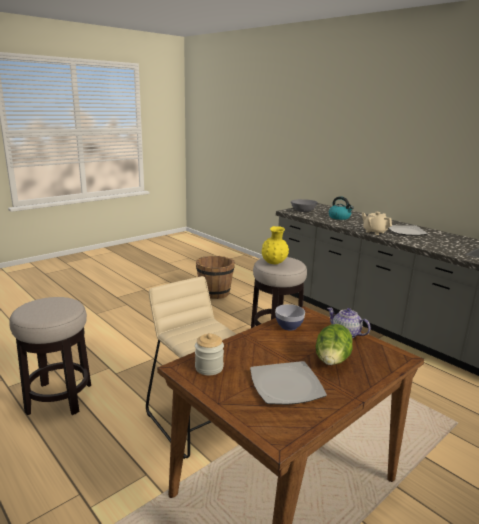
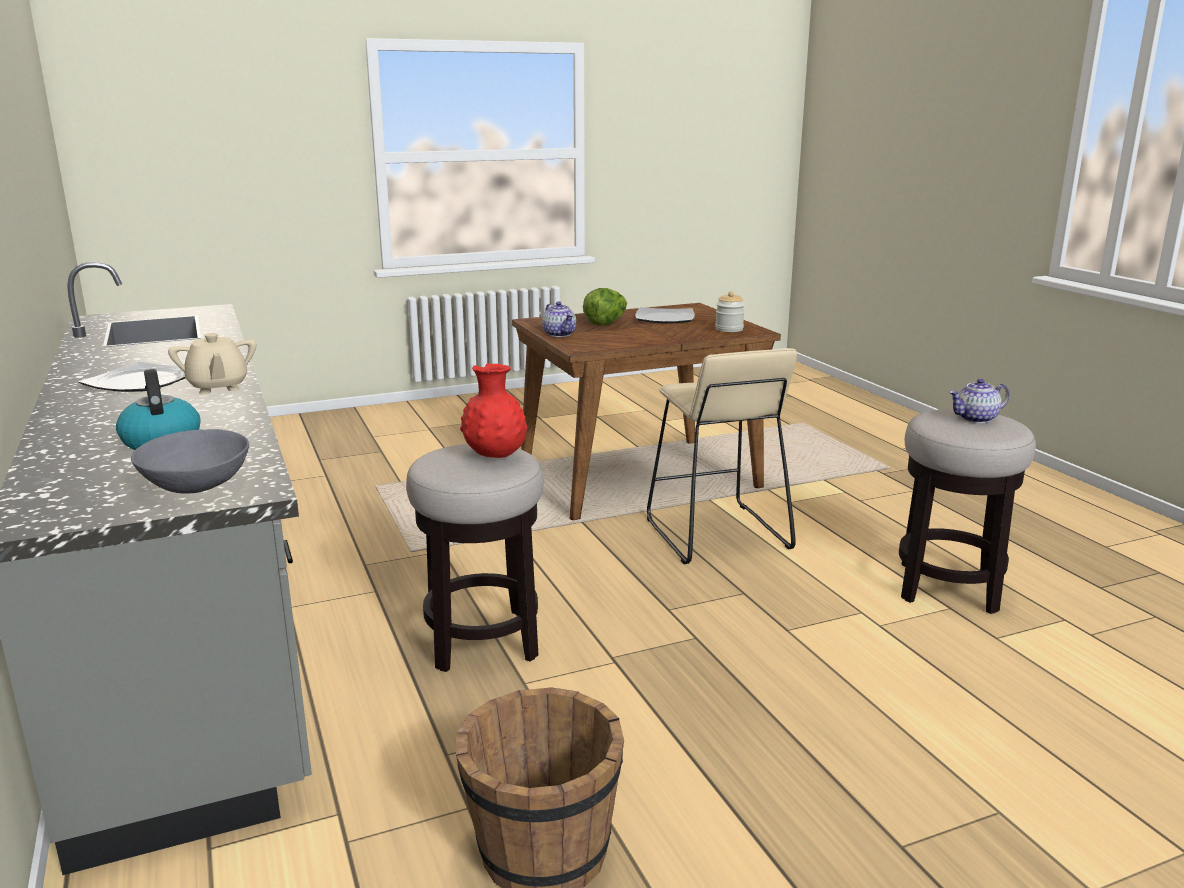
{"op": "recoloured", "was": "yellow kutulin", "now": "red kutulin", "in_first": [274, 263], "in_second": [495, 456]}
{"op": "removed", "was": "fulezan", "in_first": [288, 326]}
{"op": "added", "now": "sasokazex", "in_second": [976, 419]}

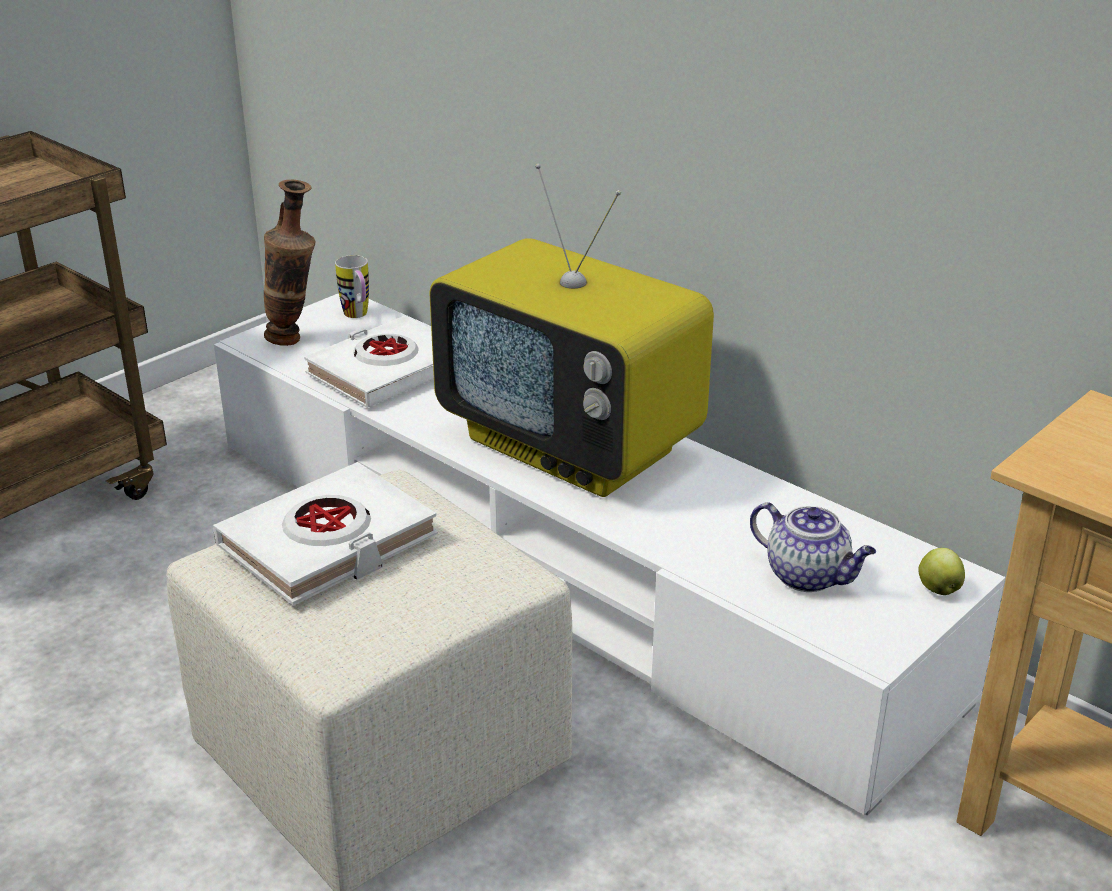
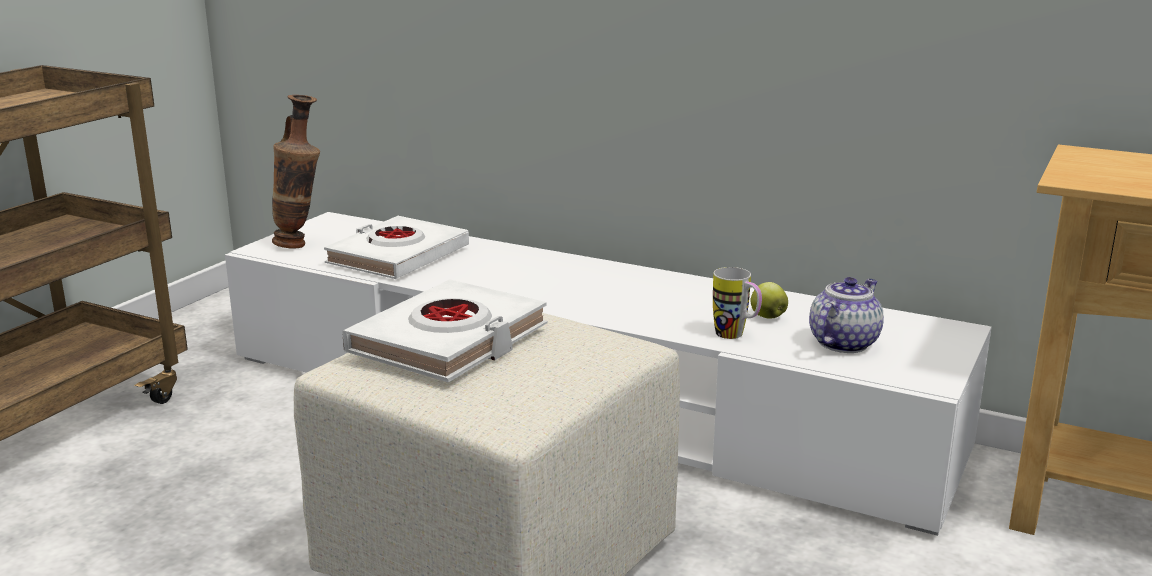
{"op": "moved", "was": "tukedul", "in_first": [358, 316], "in_second": [736, 336]}
{"op": "removed", "was": "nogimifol", "in_first": [573, 446]}
{"op": "turned", "was": "sasokazex", "in_first": [808, 576], "in_second": [843, 343], "clockwise": -75}
{"op": "moved", "was": "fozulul", "in_first": [938, 589], "in_second": [767, 317]}

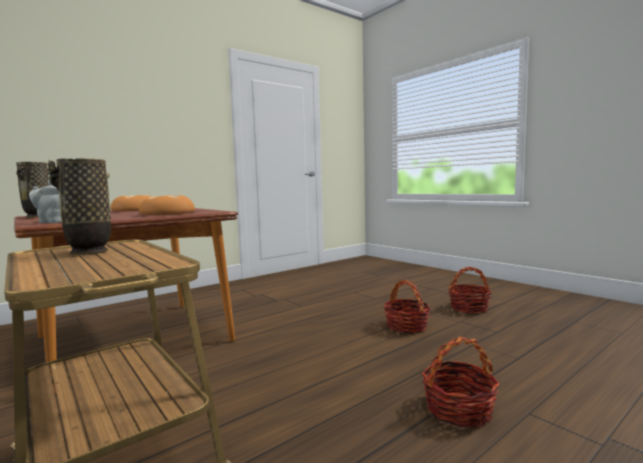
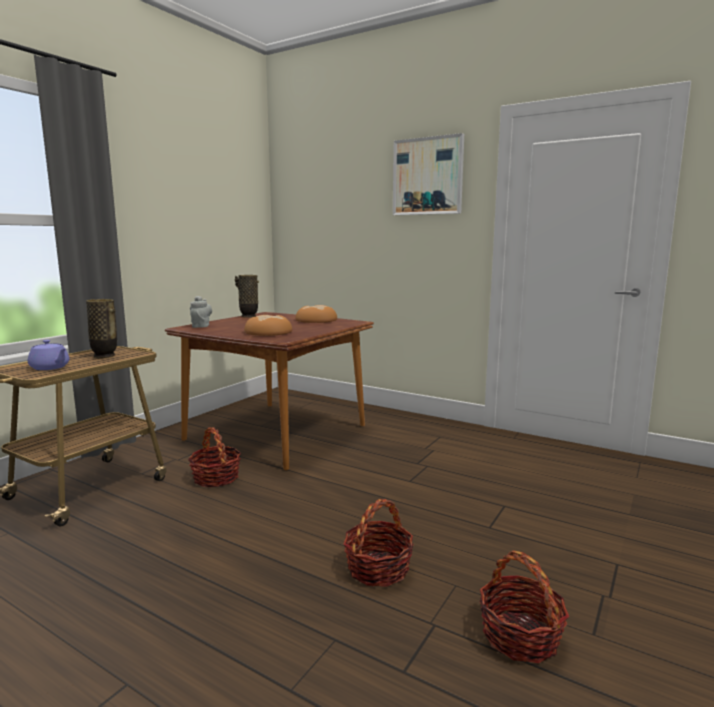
{"op": "moved", "was": "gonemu", "in_first": [458, 409], "in_second": [216, 478]}
{"op": "added", "now": "purple sasokazex", "in_second": [50, 368]}
{"op": "added", "now": "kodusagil", "in_second": [428, 176]}

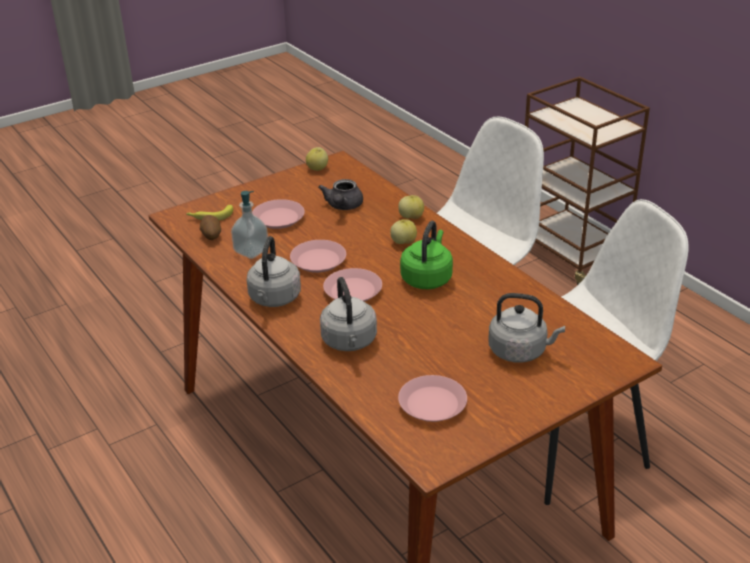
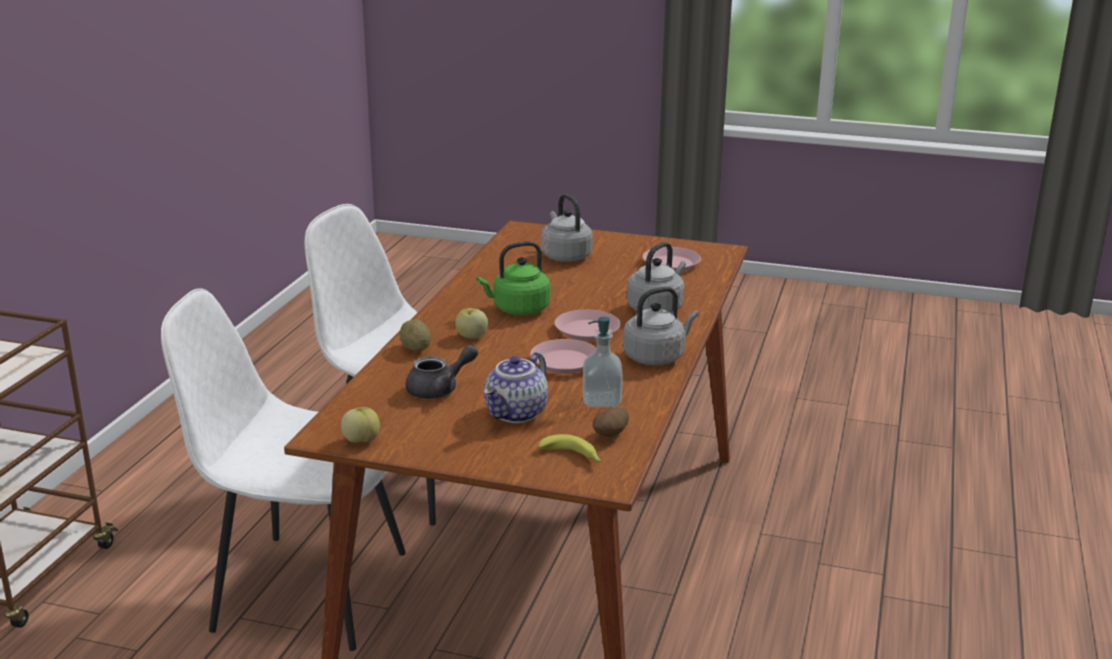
{"op": "replaced", "was": "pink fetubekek", "now": "sasokazex", "in_first": [278, 218], "in_second": [517, 414]}
{"op": "replaced", "was": "fozulul", "now": "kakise", "in_first": [411, 217], "in_second": [415, 348]}

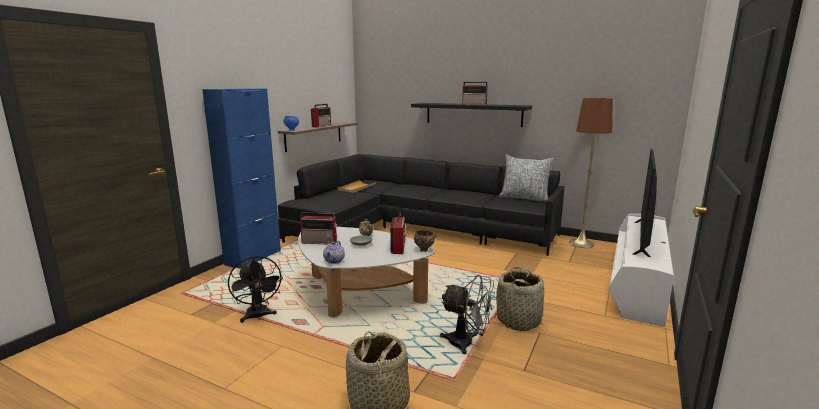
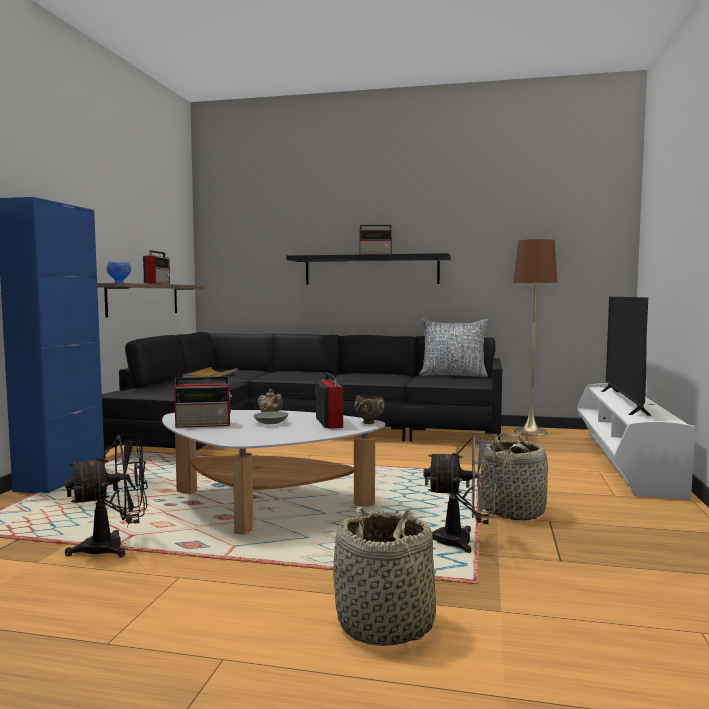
{"op": "turned", "was": "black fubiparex", "in_first": [258, 316], "in_second": [114, 547], "clockwise": -75}
{"op": "removed", "was": "sasokazex", "in_first": [334, 261]}

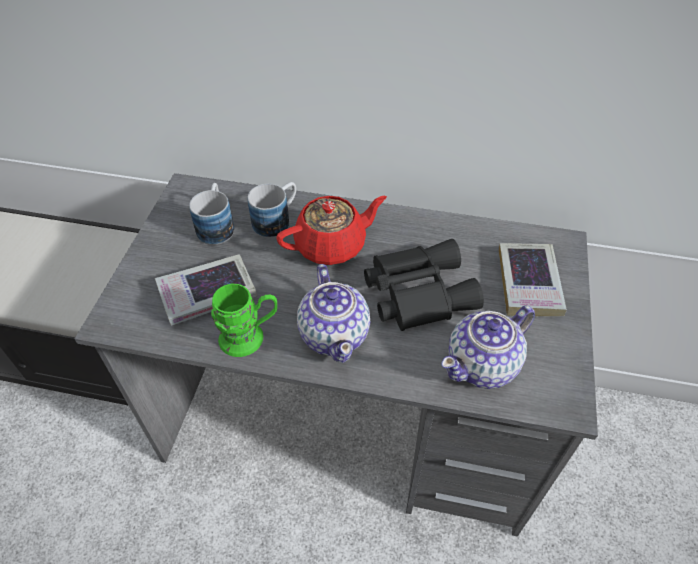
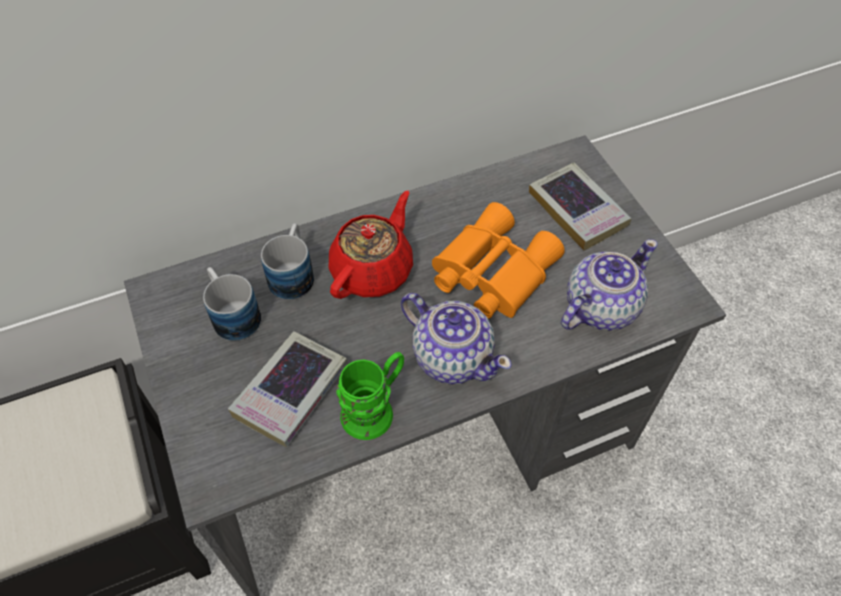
{"op": "recoloured", "was": "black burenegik", "now": "orange burenegik", "in_first": [416, 291], "in_second": [490, 271]}
{"op": "turned", "was": "sasokazex", "in_first": [483, 364], "in_second": [599, 307], "clockwise": -150}

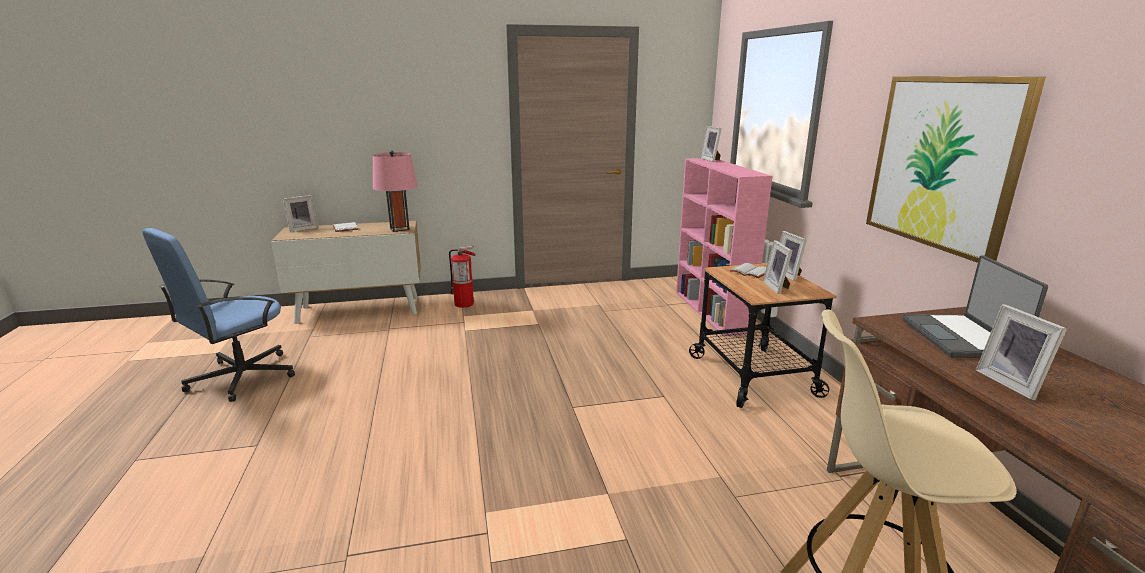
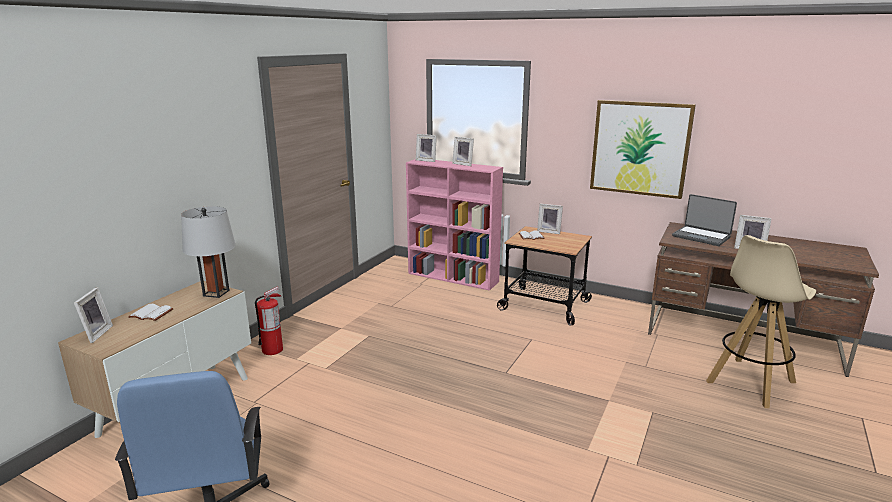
{"op": "recoloured", "was": "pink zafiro", "now": "grey zafiro", "in_first": [399, 229], "in_second": [216, 293]}
{"op": "moved", "was": "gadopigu", "in_first": [777, 287], "in_second": [464, 164]}

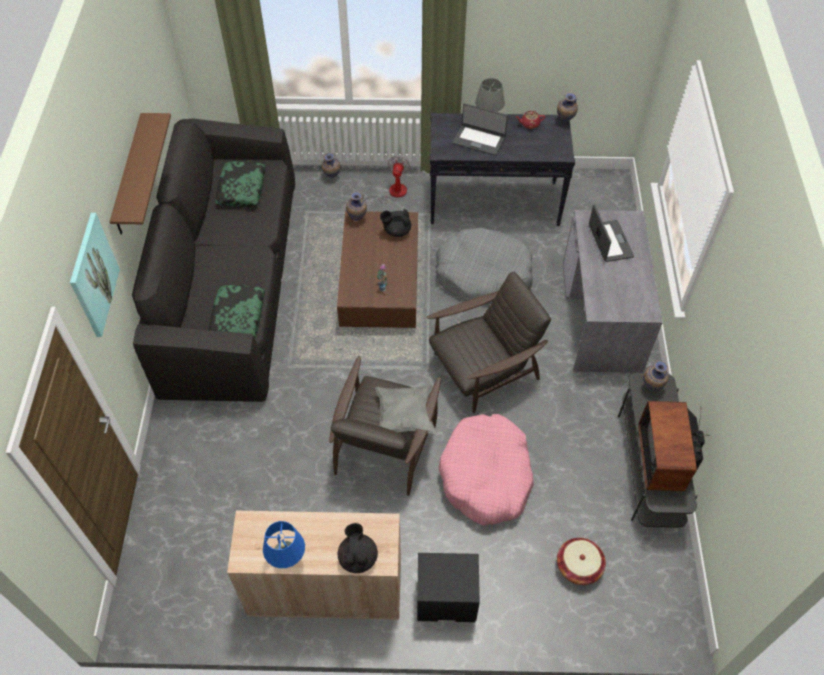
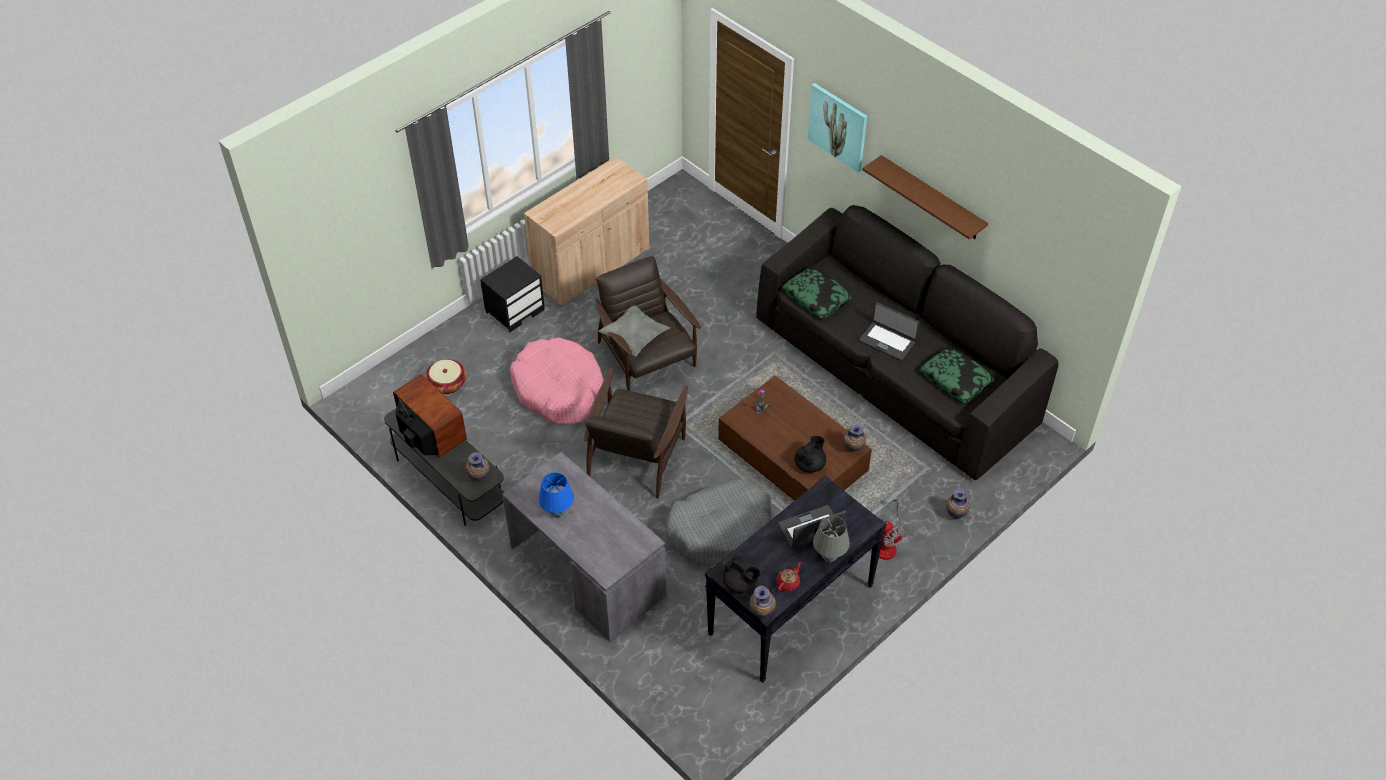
{"op": "moved", "was": "blue zafiro", "in_first": [288, 559], "in_second": [557, 513]}
{"op": "moved", "was": "black sasokazex", "in_first": [358, 557], "in_second": [740, 583]}
{"op": "moved", "was": "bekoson", "in_first": [609, 241], "in_second": [887, 341]}

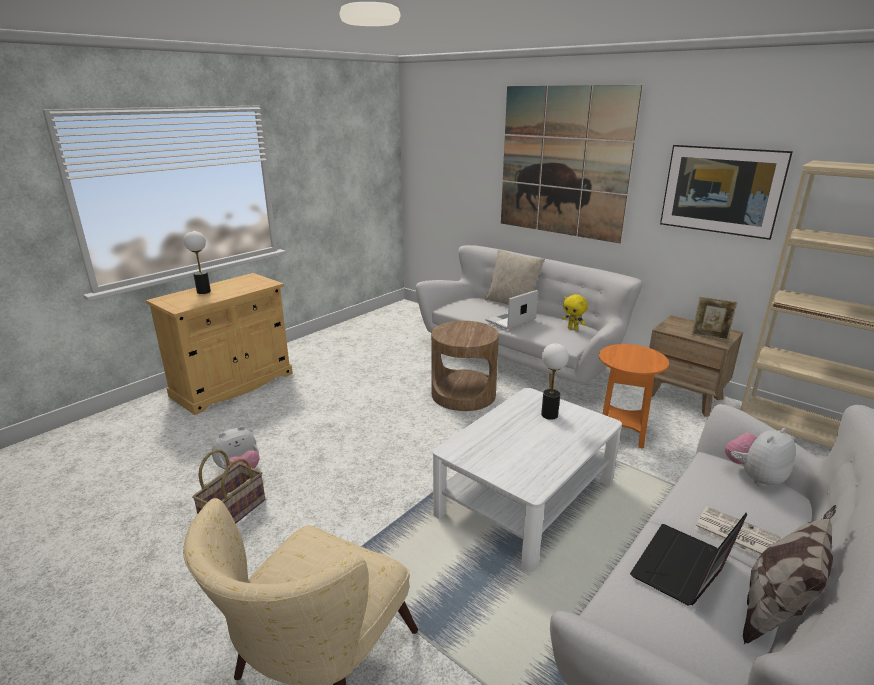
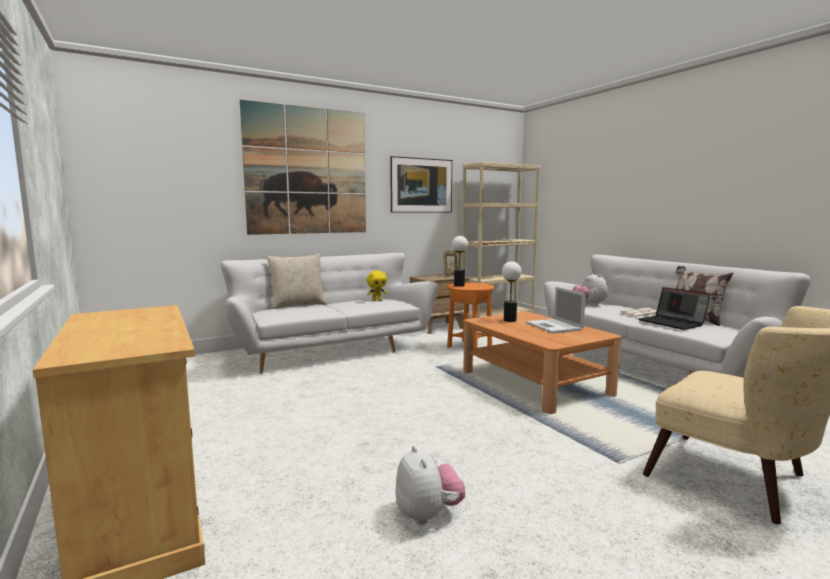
{"op": "moved", "was": "zafiro", "in_first": [204, 292], "in_second": [459, 285]}
{"op": "removed", "was": "gonemu", "in_first": [233, 511]}
{"op": "removed", "was": "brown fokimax", "in_first": [463, 394]}
{"op": "recoloured", "was": "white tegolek", "now": "brown tegolek", "in_first": [526, 497], "in_second": [535, 383]}
{"op": "moved", "was": "bekoson", "in_first": [510, 320], "in_second": [554, 326]}

